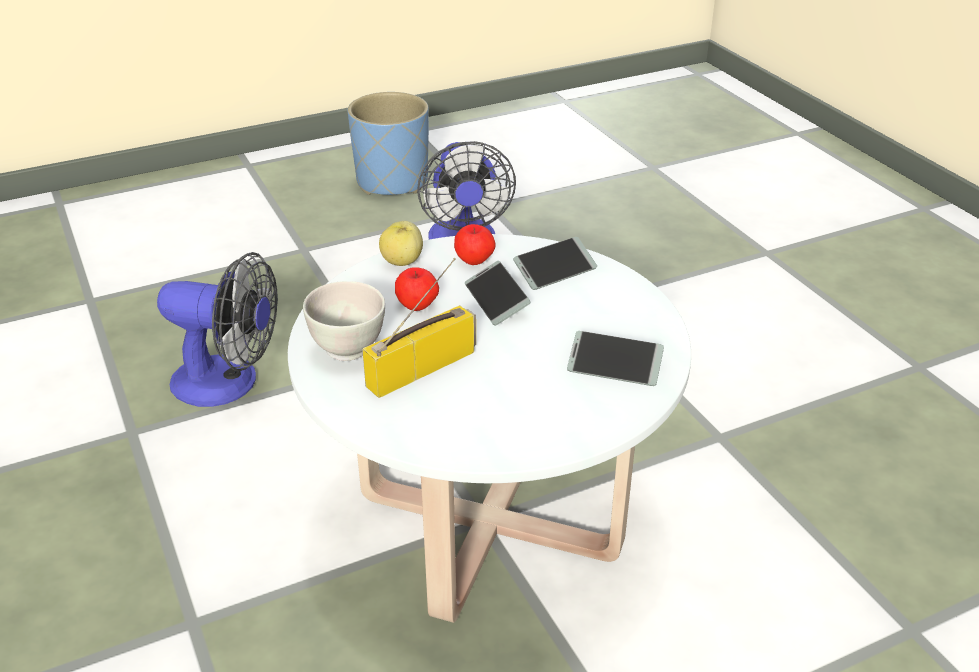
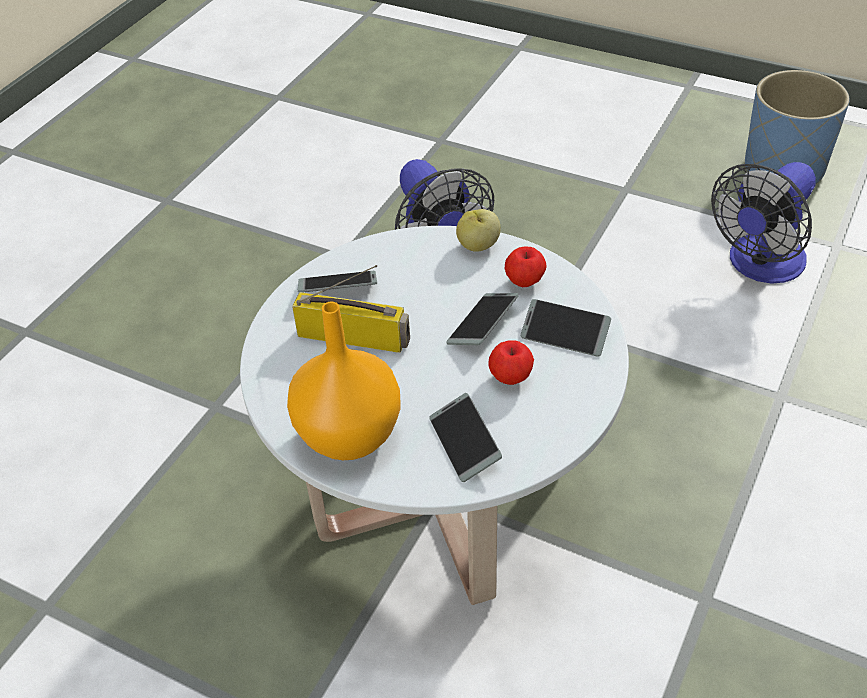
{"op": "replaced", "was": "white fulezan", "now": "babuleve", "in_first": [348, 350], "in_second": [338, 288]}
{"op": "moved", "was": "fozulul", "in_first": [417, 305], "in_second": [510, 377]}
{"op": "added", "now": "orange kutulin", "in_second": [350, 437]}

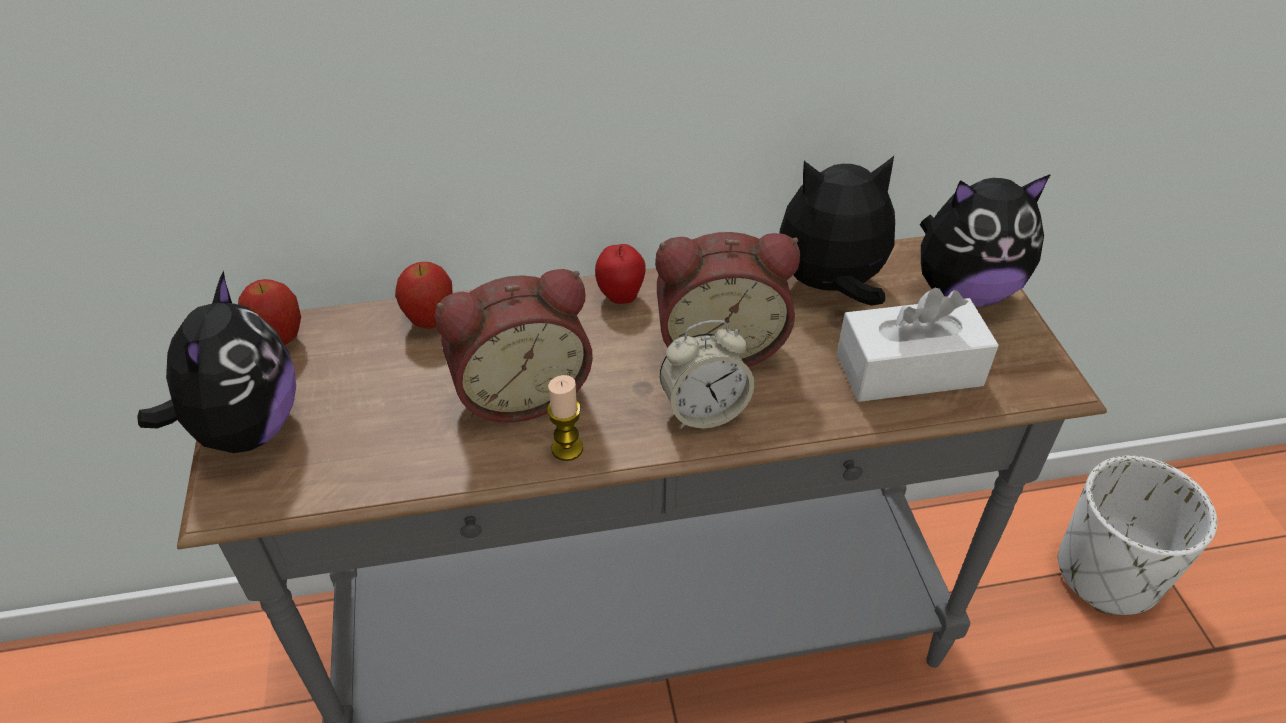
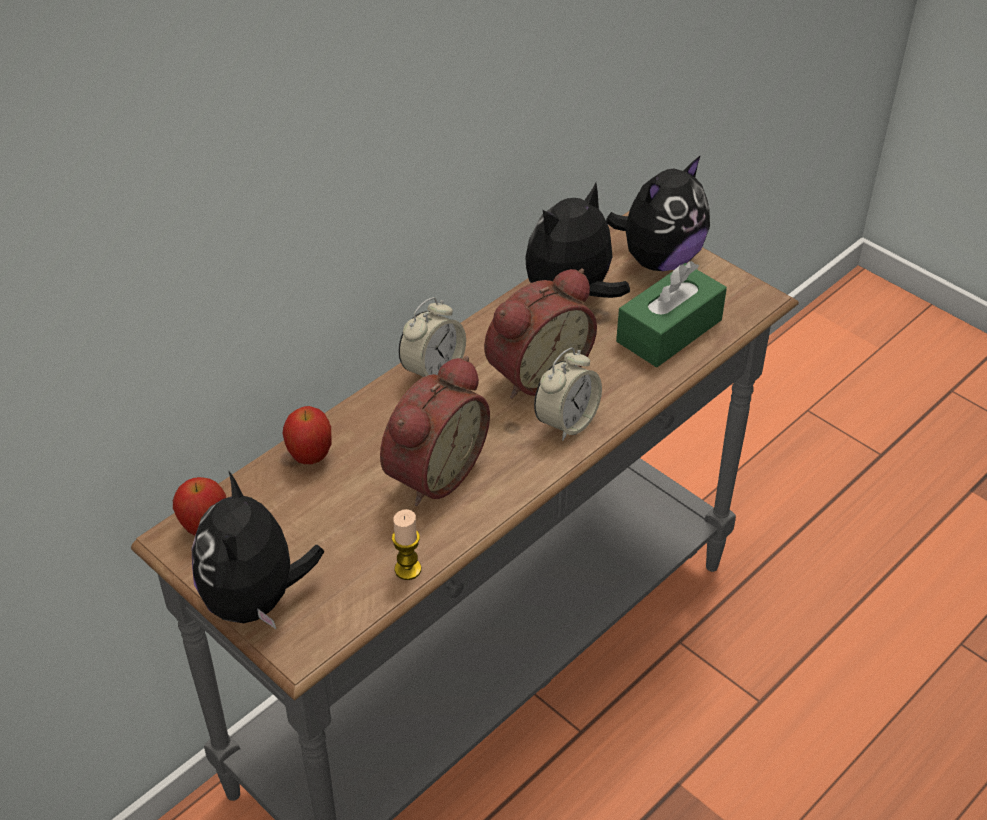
{"op": "turned", "was": "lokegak", "in_first": [245, 429], "in_second": [256, 600], "clockwise": -150}
{"op": "moved", "was": "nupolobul", "in_first": [567, 448], "in_second": [408, 569]}
{"op": "replaced", "was": "fozulul", "now": "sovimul", "in_first": [620, 296], "in_second": [433, 371]}
{"op": "recoloured", "was": "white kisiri", "now": "green kisiri", "in_first": [909, 369], "in_second": [669, 331]}
{"op": "removed", "was": "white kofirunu", "in_first": [1108, 573]}

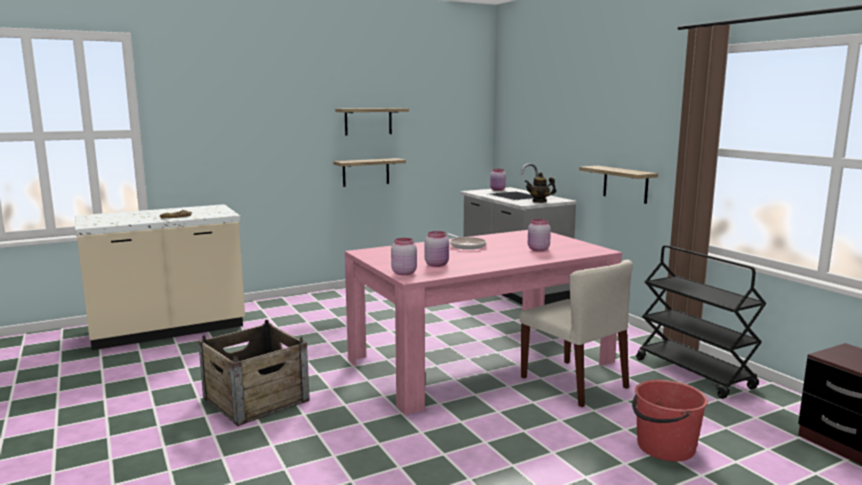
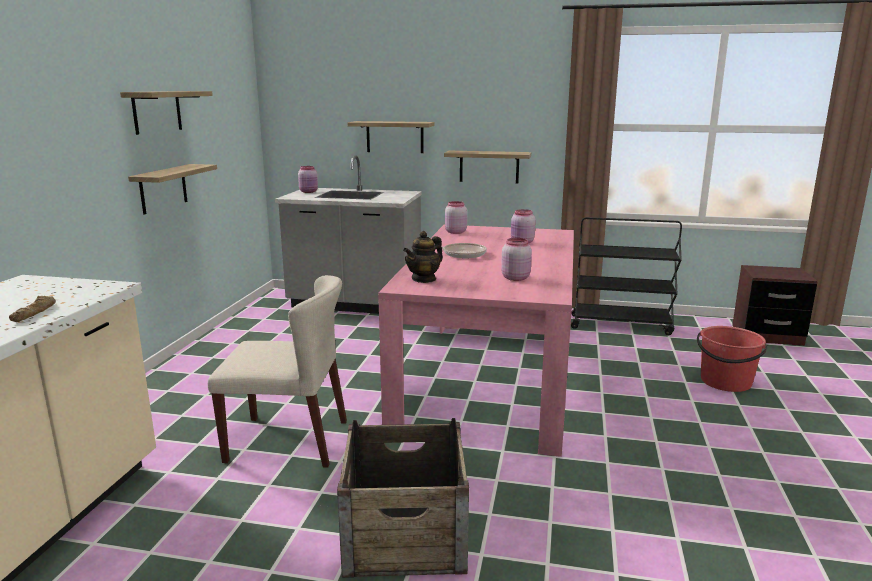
{"op": "moved", "was": "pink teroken", "in_first": [404, 273], "in_second": [455, 232]}
{"op": "moved", "was": "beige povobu", "in_first": [574, 382], "in_second": [289, 441]}
{"op": "moved", "was": "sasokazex", "in_first": [539, 201], "in_second": [424, 279]}
{"op": "added", "now": "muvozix", "in_second": [395, 137]}

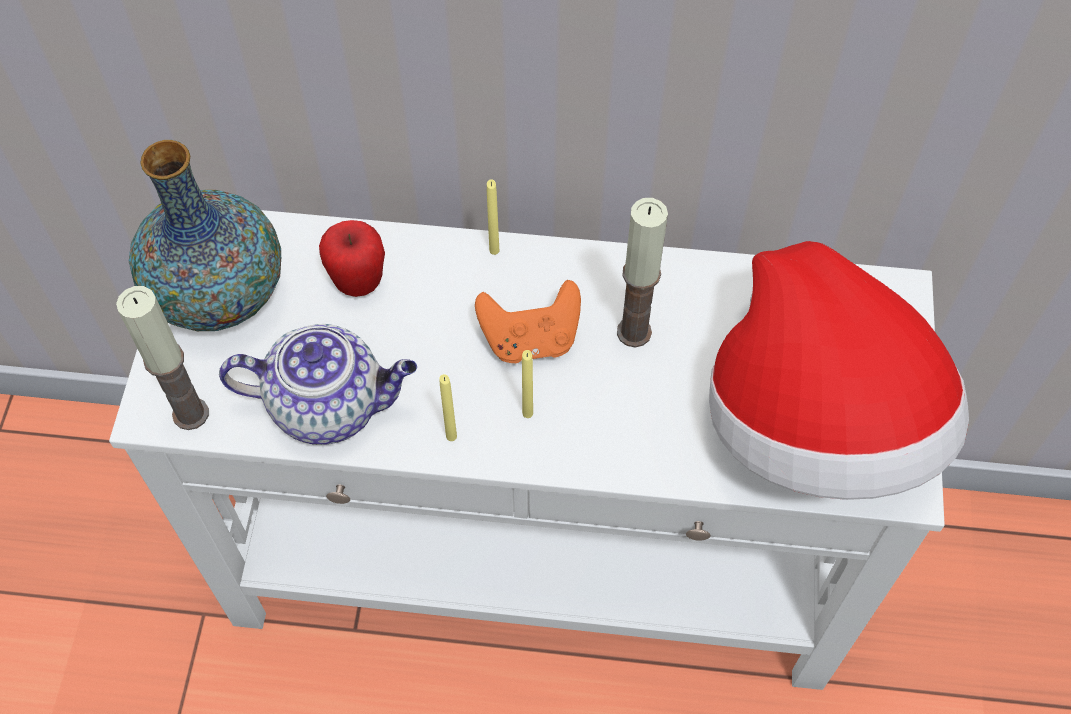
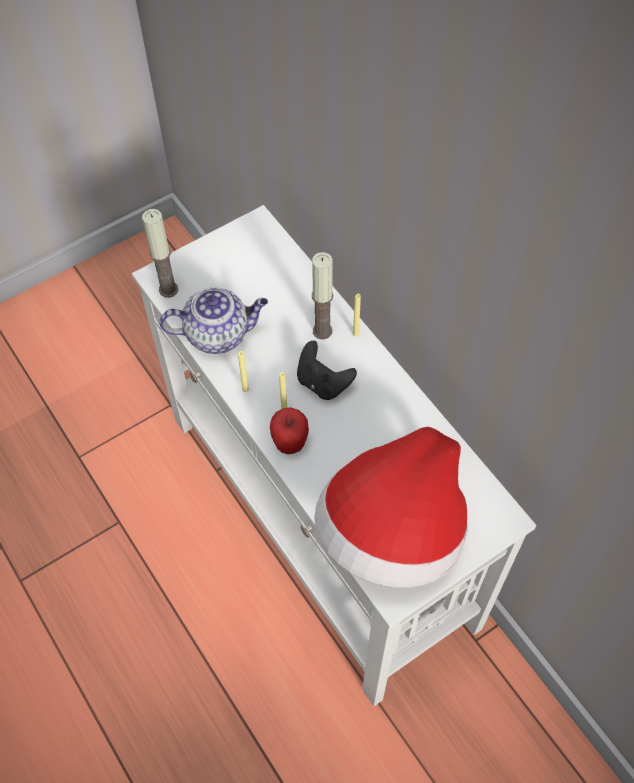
{"op": "removed", "was": "kutulin", "in_first": [219, 293]}
{"op": "turned", "was": "sasokazex", "in_first": [330, 405], "in_second": [218, 334], "clockwise": -60}
{"op": "moved", "was": "fozulul", "in_first": [358, 281], "in_second": [290, 443]}
{"op": "recoloured", "was": "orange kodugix", "now": "black kodugix", "in_first": [530, 340], "in_second": [323, 382]}
{"op": "moved", "was": "nupolobul", "in_first": [634, 332], "in_second": [322, 331]}

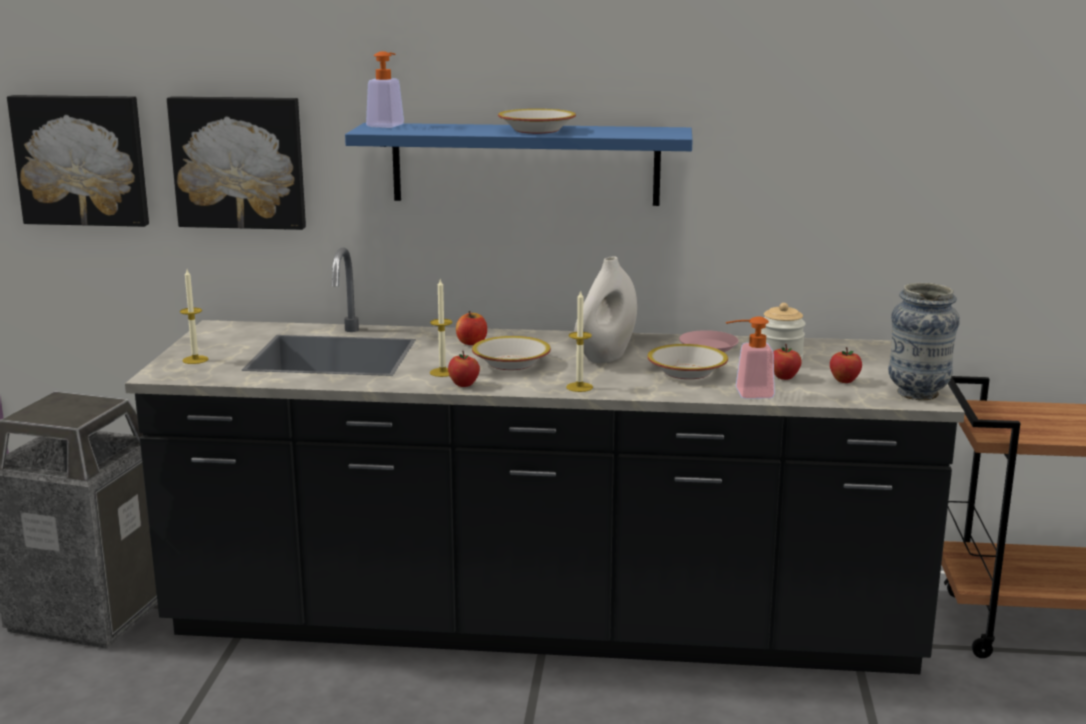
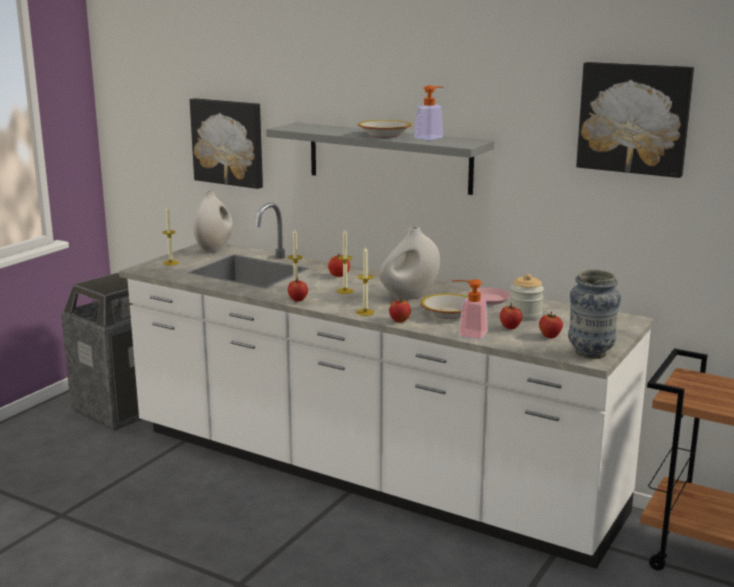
{"op": "moved", "was": "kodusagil", "in_first": [82, 160], "in_second": [634, 118]}
{"op": "recoloured", "was": "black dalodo", "now": "white dalodo", "in_first": [543, 623], "in_second": [367, 474]}
{"op": "recoloured", "was": "blue muvozix", "now": "grey muvozix", "in_first": [525, 164], "in_second": [389, 157]}
{"op": "moved", "was": "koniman", "in_first": [388, 125], "in_second": [431, 137]}
{"op": "replaced", "was": "fulezan", "now": "nupolobul", "in_first": [511, 363], "in_second": [345, 291]}
{"op": "added", "now": "white kutulin", "in_second": [214, 249]}
{"op": "added", "now": "fozulul", "in_second": [399, 320]}

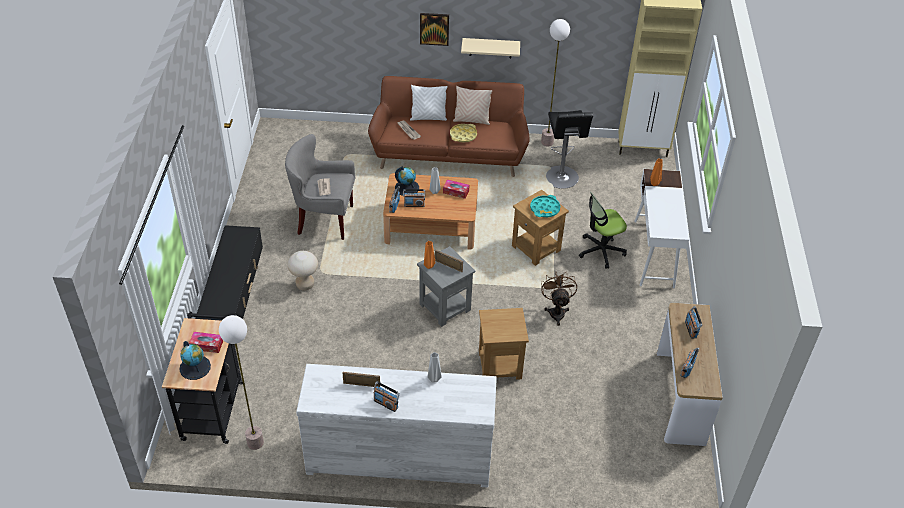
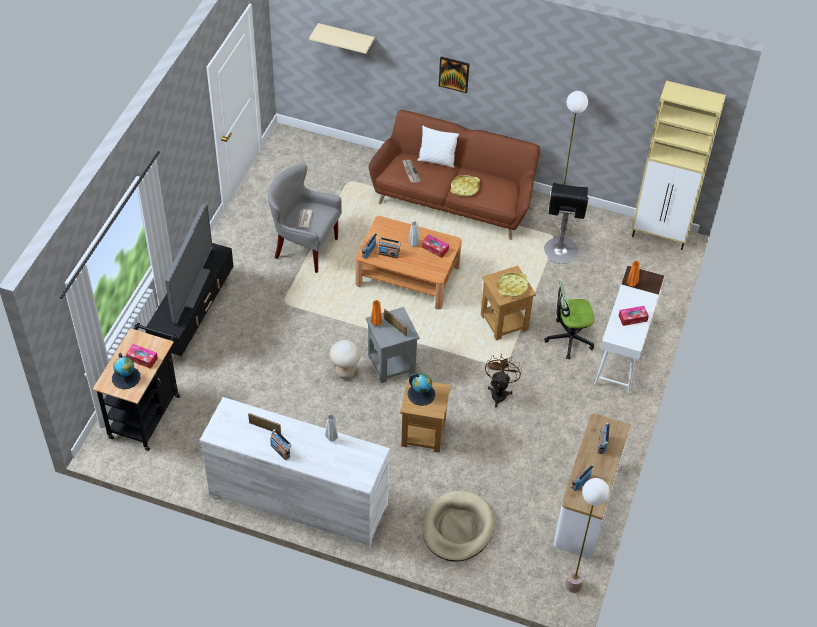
{"op": "moved", "was": "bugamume", "in_first": [255, 443], "in_second": [573, 585]}
{"op": "moved", "was": "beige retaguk", "in_first": [305, 285], "in_second": [345, 373]}
{"op": "moved", "was": "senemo", "in_first": [407, 188], "in_second": [421, 394]}
{"op": "removed", "was": "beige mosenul", "in_first": [471, 120]}
{"op": "moved", "was": "beige muvozix", "in_first": [490, 48], "in_second": [346, 38]}
{"op": "recoloured", "was": "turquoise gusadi", "now": "yellow gusadi", "in_first": [545, 209], "in_second": [512, 287]}
{"op": "added", "now": "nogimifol", "in_second": [190, 286]}
{"op": "added", "now": "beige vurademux", "in_second": [457, 528]}
{"op": "added", "now": "kisiri", "in_second": [632, 318]}

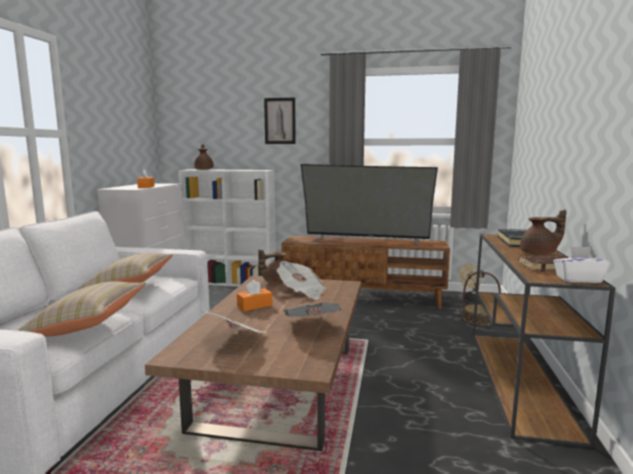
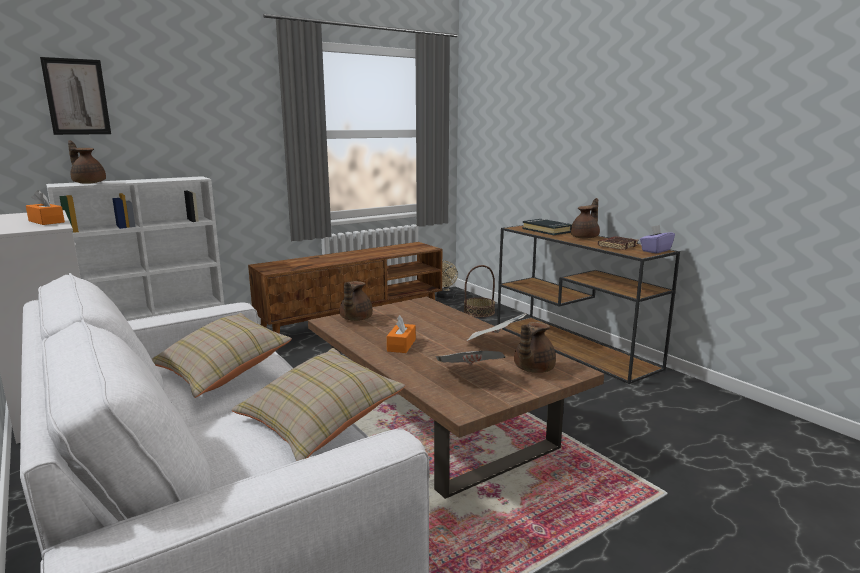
{"op": "moved", "was": "kodusagil", "in_first": [280, 121], "in_second": [77, 97]}
{"op": "removed", "was": "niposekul", "in_first": [302, 292]}
{"op": "removed", "was": "nogimifol", "in_first": [366, 240]}
{"op": "recoloured", "was": "white kisiri", "now": "purple kisiri", "in_first": [578, 279], "in_second": [655, 250]}
{"op": "added", "now": "brown sasokazex", "in_second": [532, 369]}

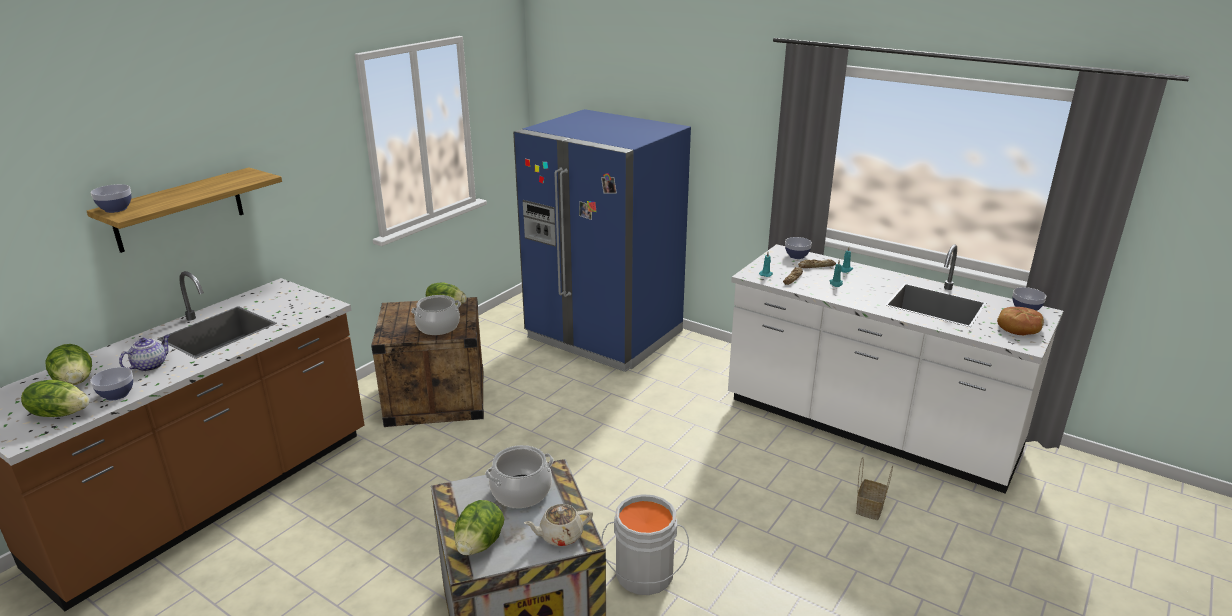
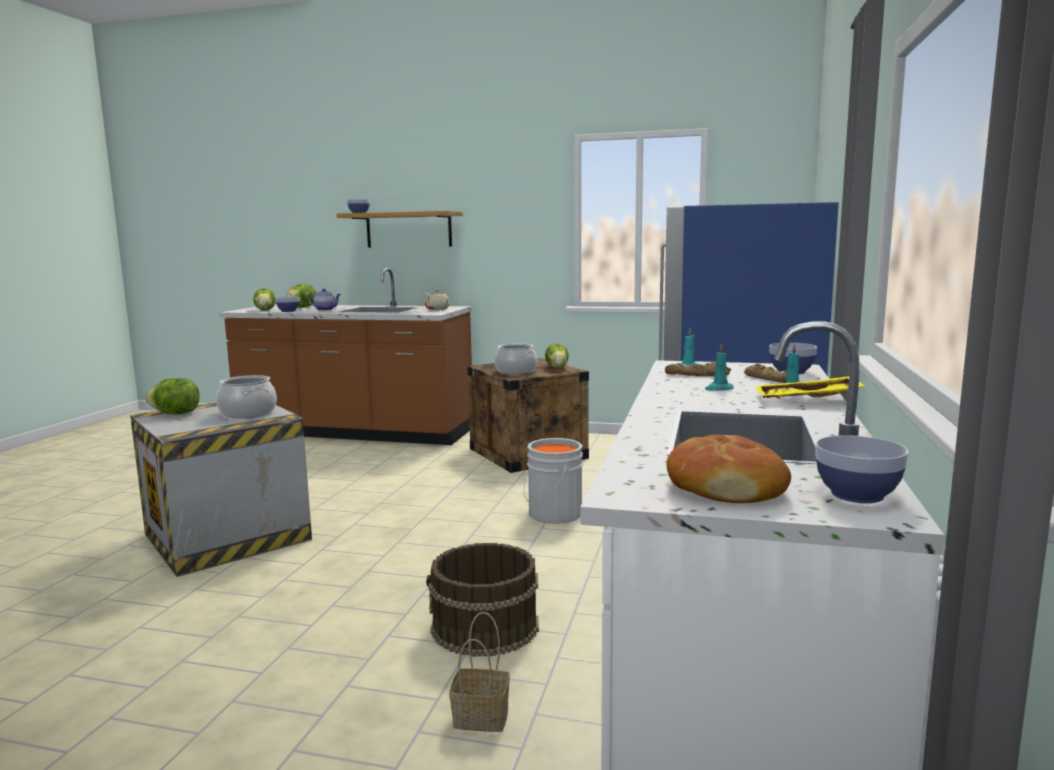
{"op": "moved", "was": "beige sasokazex", "in_first": [560, 536], "in_second": [437, 309]}
{"op": "moved", "was": "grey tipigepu", "in_first": [644, 576], "in_second": [552, 514]}
{"op": "added", "now": "brown tipigepu", "in_second": [485, 627]}
{"op": "added", "now": "yellow gusadi", "in_second": [807, 400]}

